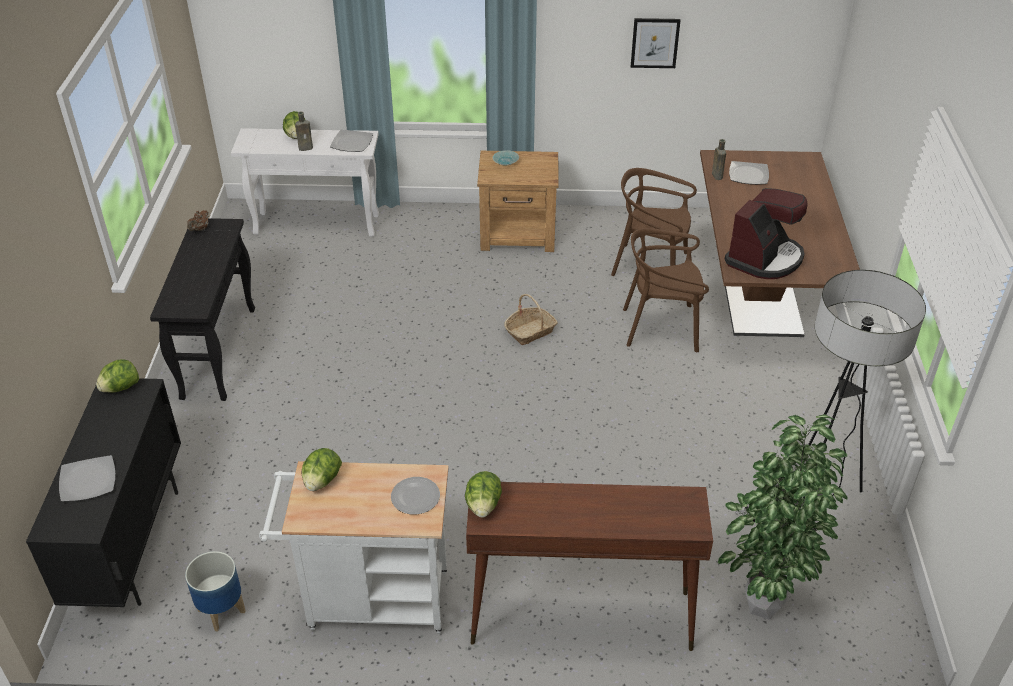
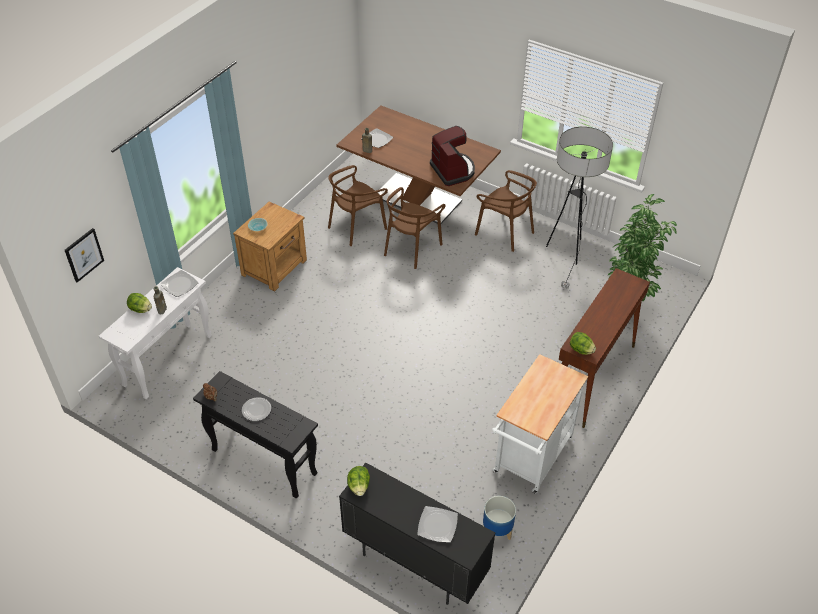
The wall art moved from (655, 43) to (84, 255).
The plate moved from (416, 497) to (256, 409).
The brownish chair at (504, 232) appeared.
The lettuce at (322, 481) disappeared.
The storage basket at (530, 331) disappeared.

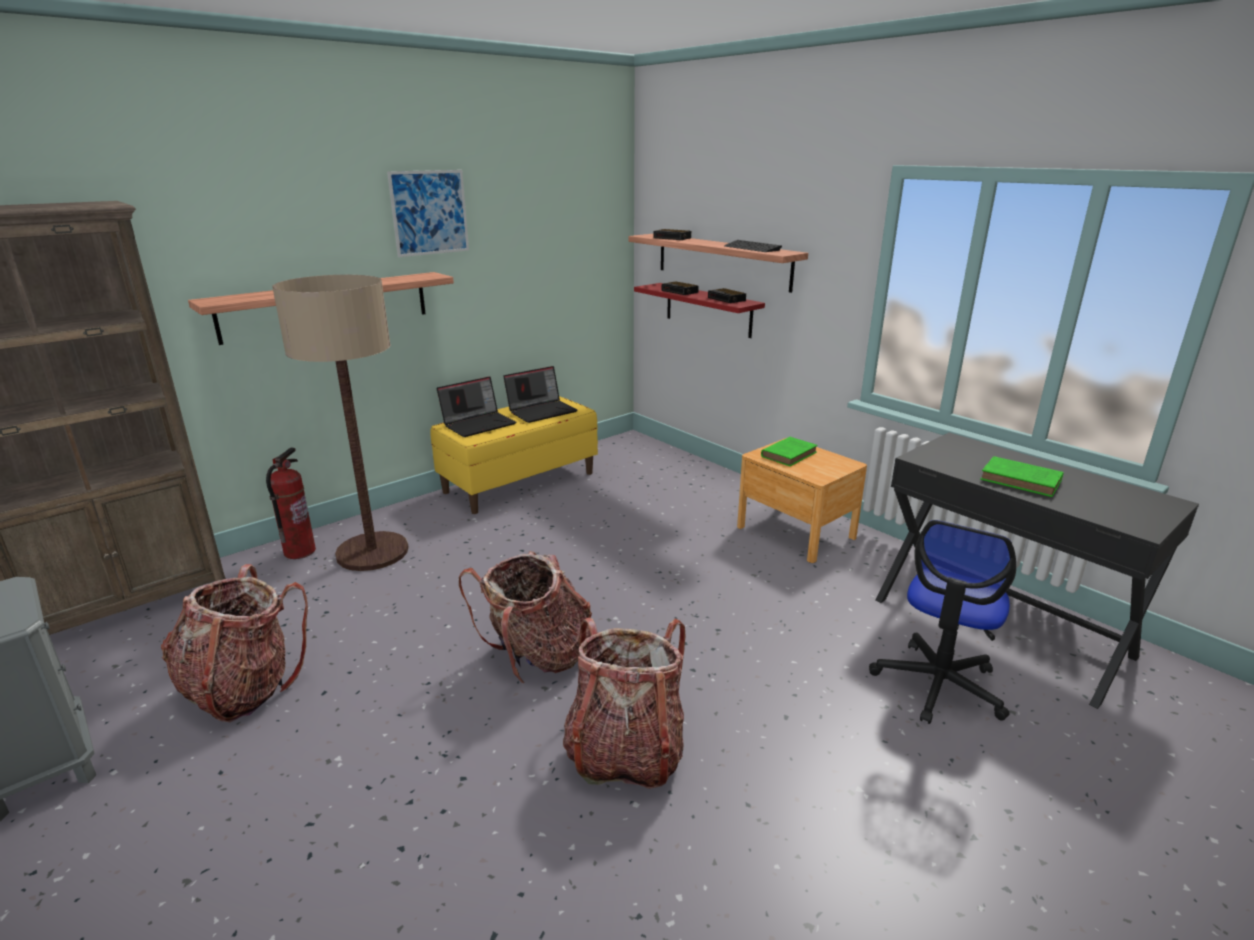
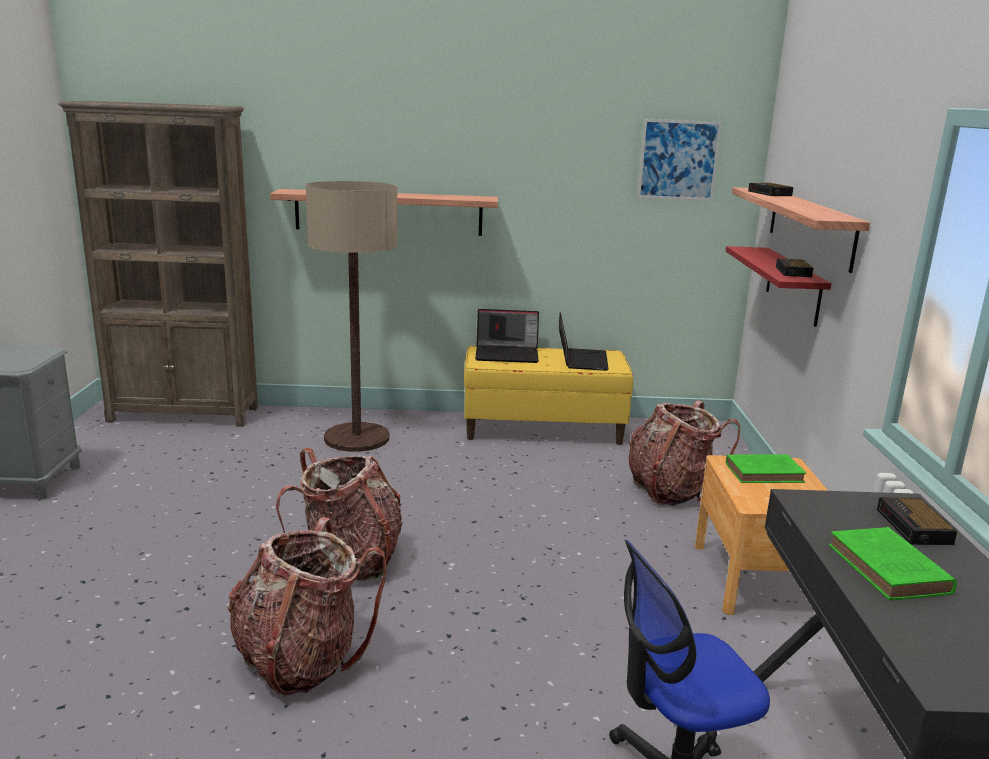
The notebook computer at (542, 411) turned 90 degrees counterclockwise.
The rucksack moved from (243, 688) to (671, 490).
The wall art moved from (429, 213) to (678, 160).
The bedside clock moved from (680, 291) to (914, 527).
The fire-fighting cylinder at (300, 552) disappeared.
The PC keyboard at (752, 248) disappeared.

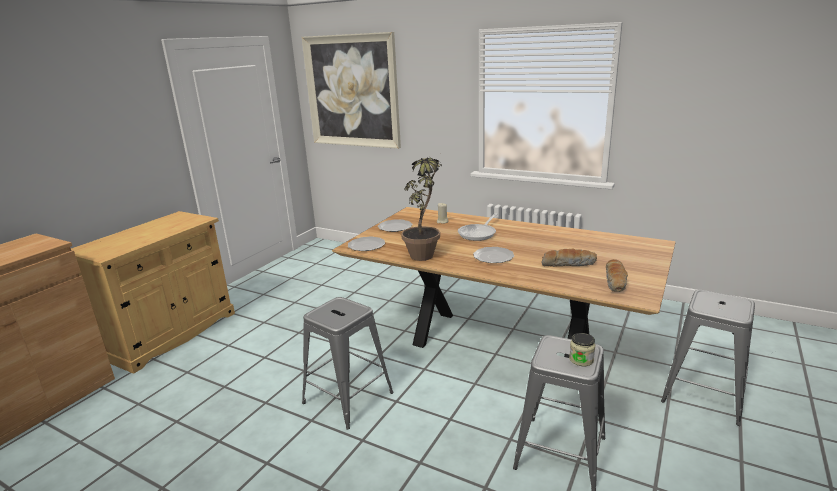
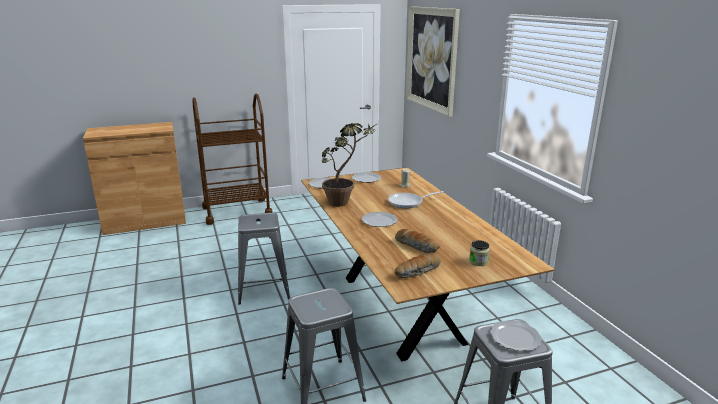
The sand-coloured cupboard at (171, 334) was replaced by the brownish cart at (237, 211).
The jar moved from (581, 359) to (478, 262).
The plate at (516, 337) appeared.

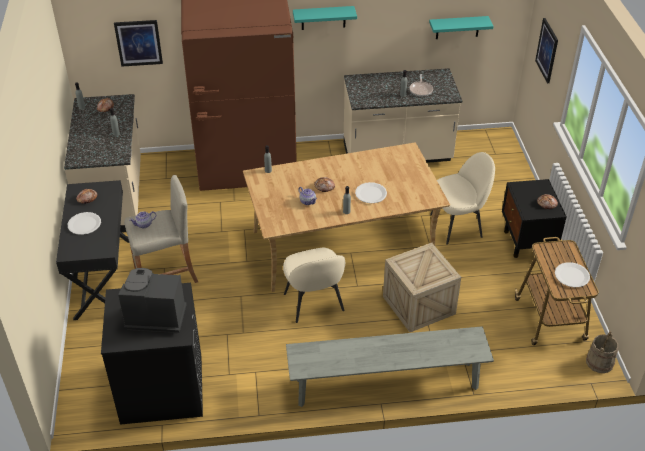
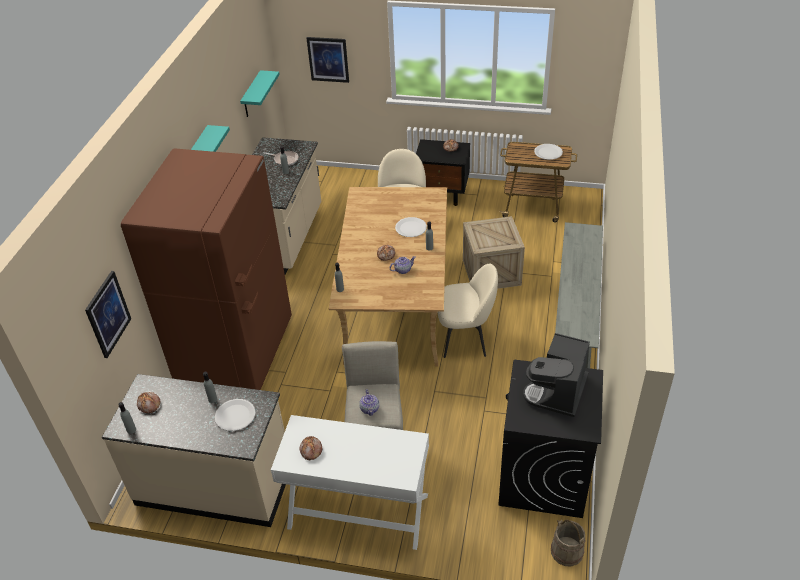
The white plate moved from (84, 224) to (235, 416).
The blackish desk table at (103, 278) became the white desk table at (358, 511).
The sand-coloured water bucket moved from (599, 362) to (566, 551).

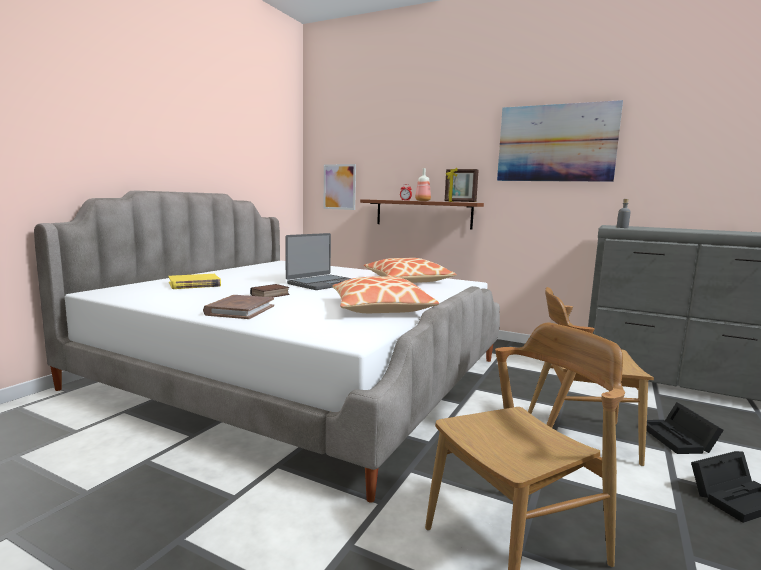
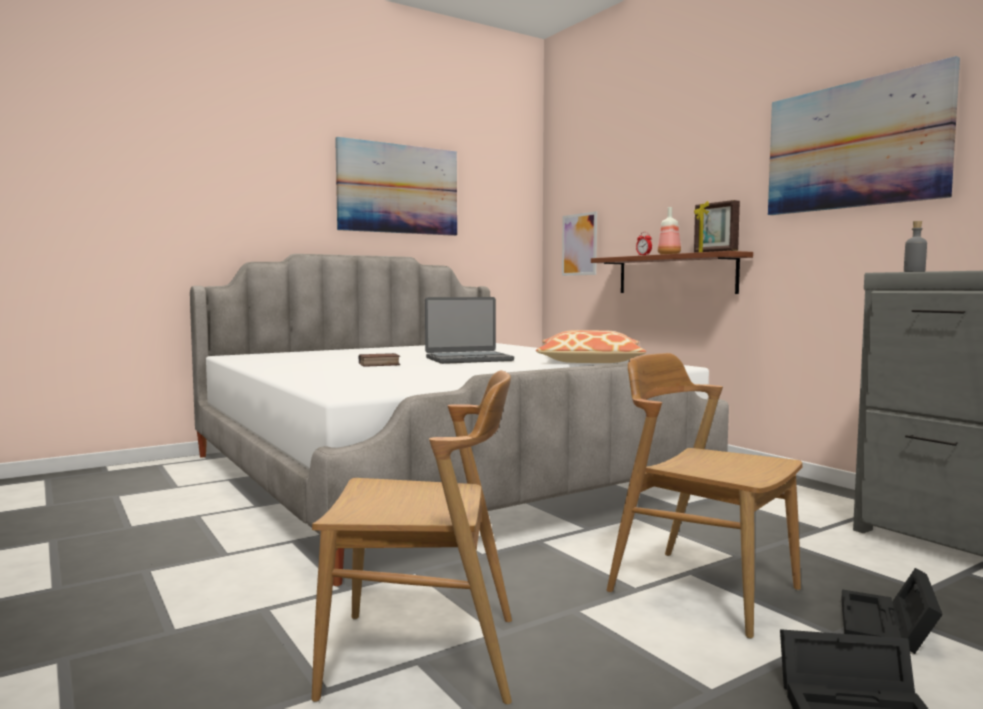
The wall art at (398, 189) appeared.
The yellow-coloured volume at (194, 284) disappeared.
The brownish volume at (240, 310) disappeared.
The cushion at (380, 308) disappeared.

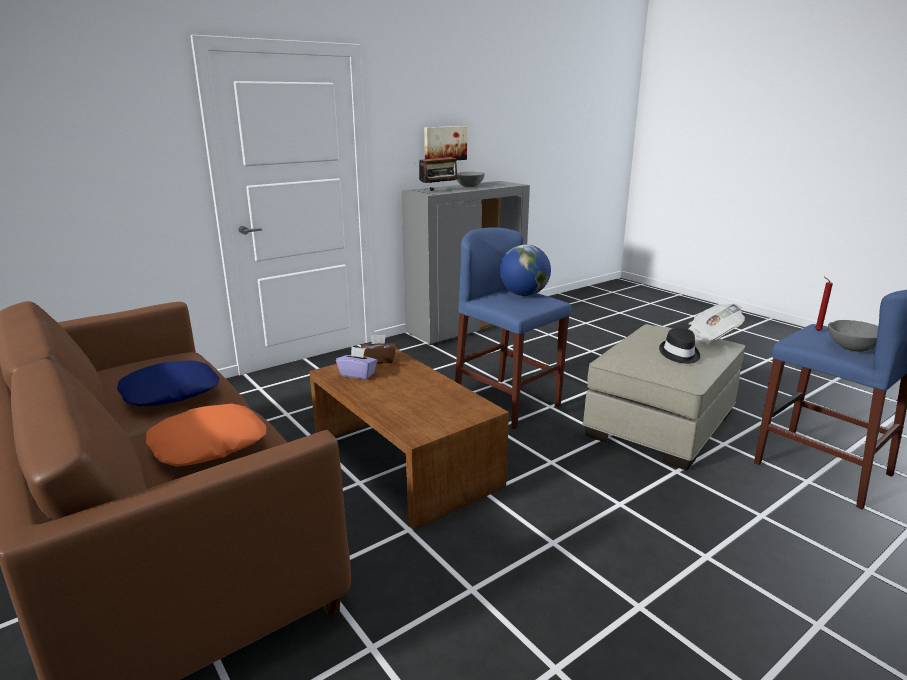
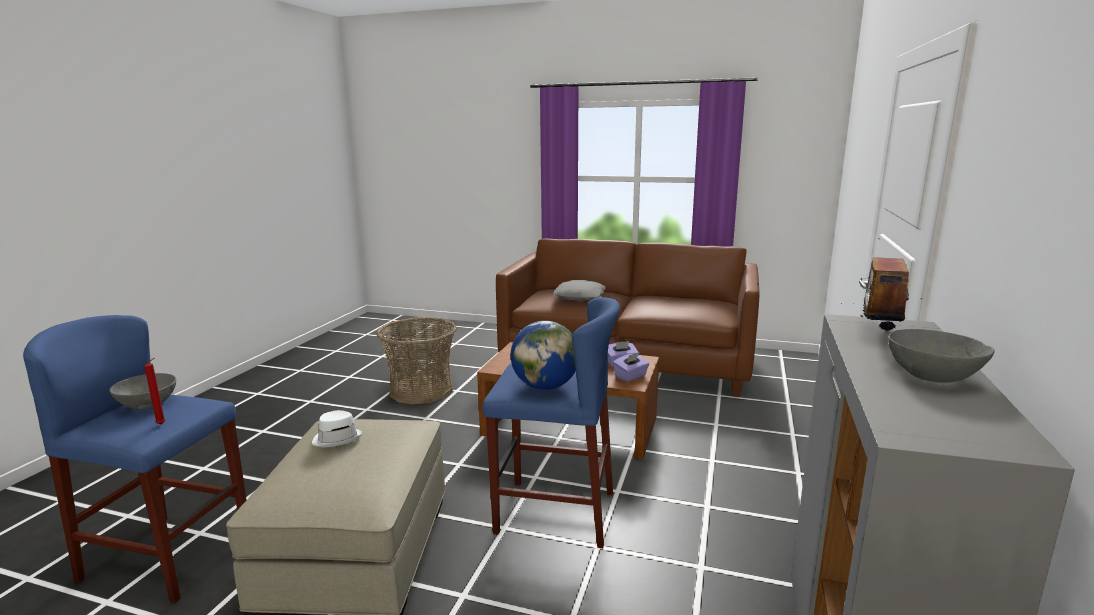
The blackish wearable hat at (679, 354) became the white wearable hat at (337, 438).
The storage basket at (421, 390) appeared.
The orangey cushion at (208, 444) became the gray cushion at (580, 296).
The brownish tissue box at (378, 360) became the purplish tissue box at (631, 376).
The bluish cushion at (170, 392) disappeared.
The wall art at (444, 143) disappeared.
The printed paper at (709, 337) disappeared.

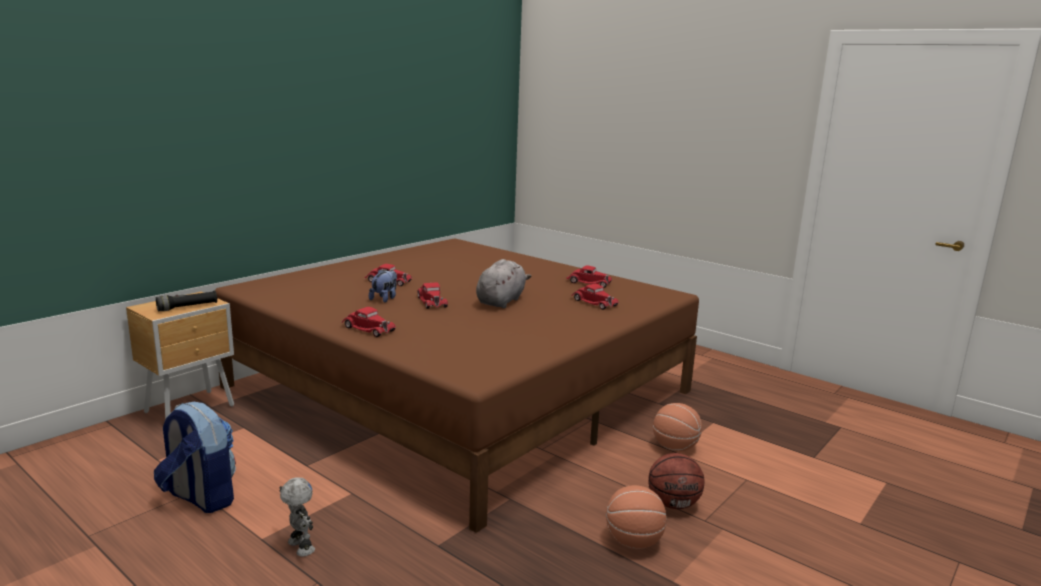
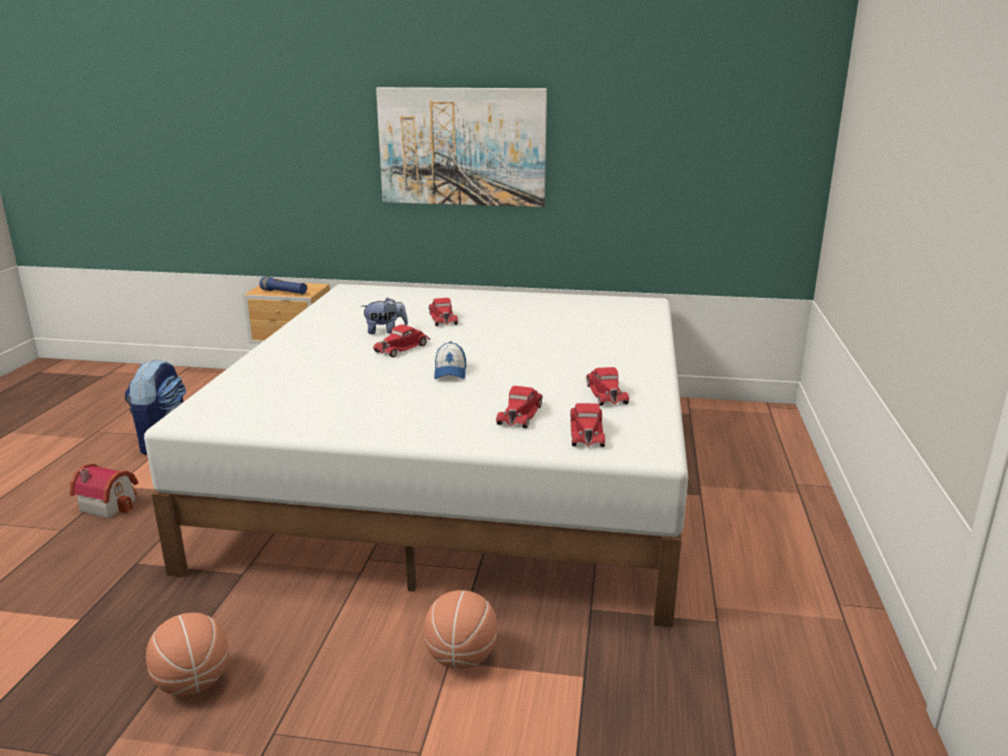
The model robot at (299, 547) was replaced by the toy house at (109, 504).
The brownish bedroom bed at (461, 389) became the white bedroom bed at (465, 469).
The blackish flashlight at (187, 307) became the bluish flashlight at (284, 292).
The wall art at (462, 147) appeared.
The gray cuddly toy at (501, 301) was replaced by the baseball cap at (450, 372).
The reddish miniature car moved from (368, 329) to (586, 432).
The ball for basketball at (673, 504) disappeared.

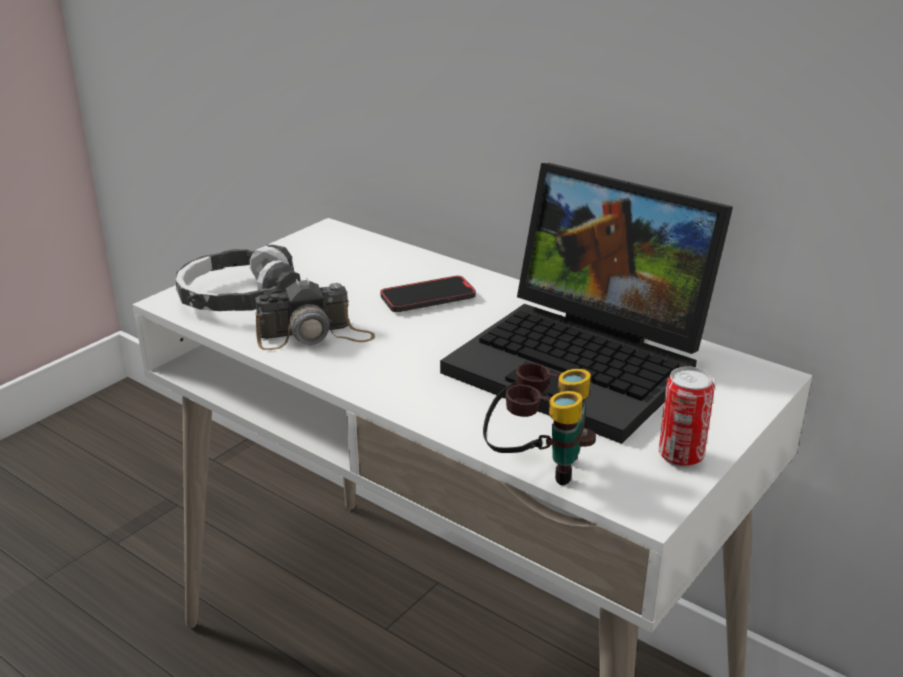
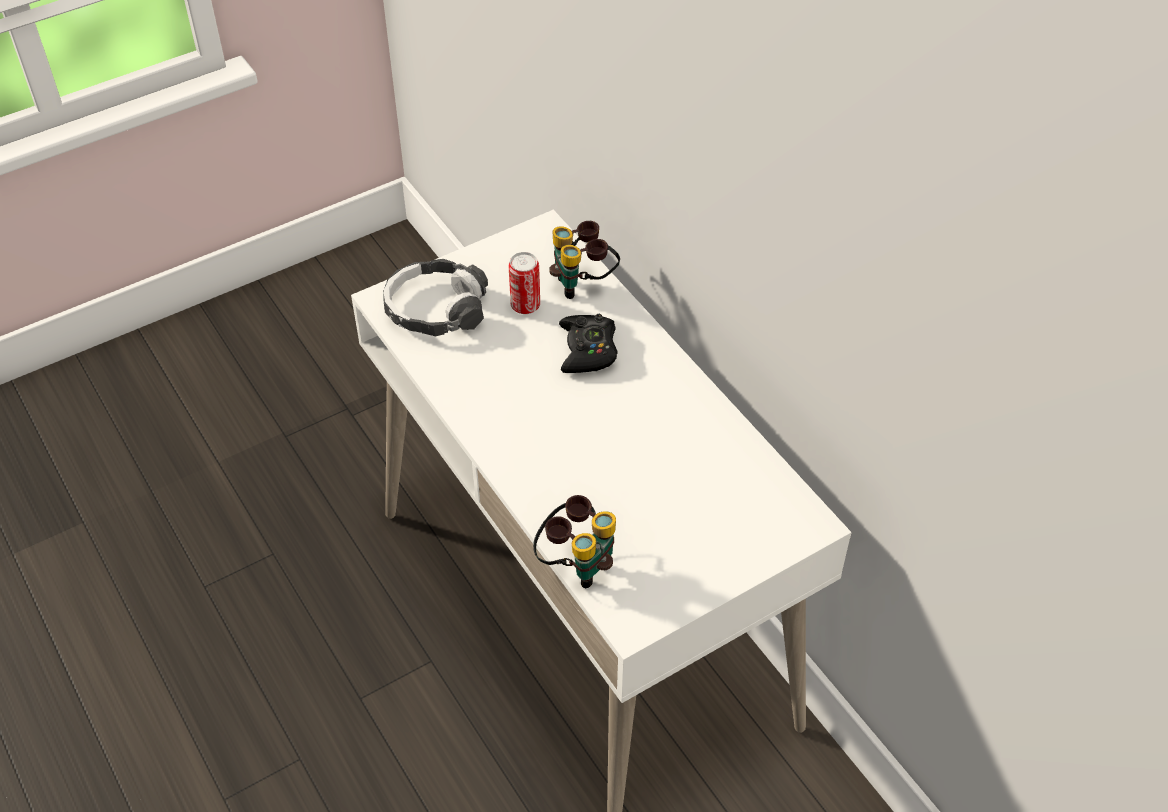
The sealed can moved from (680, 456) to (525, 305).
The field glasses at (584, 284) appeared.
The telephone at (428, 298) was replaced by the blackish joypad at (588, 350).
The photo camera at (315, 335) disappeared.
The notebook computer at (586, 364) disappeared.

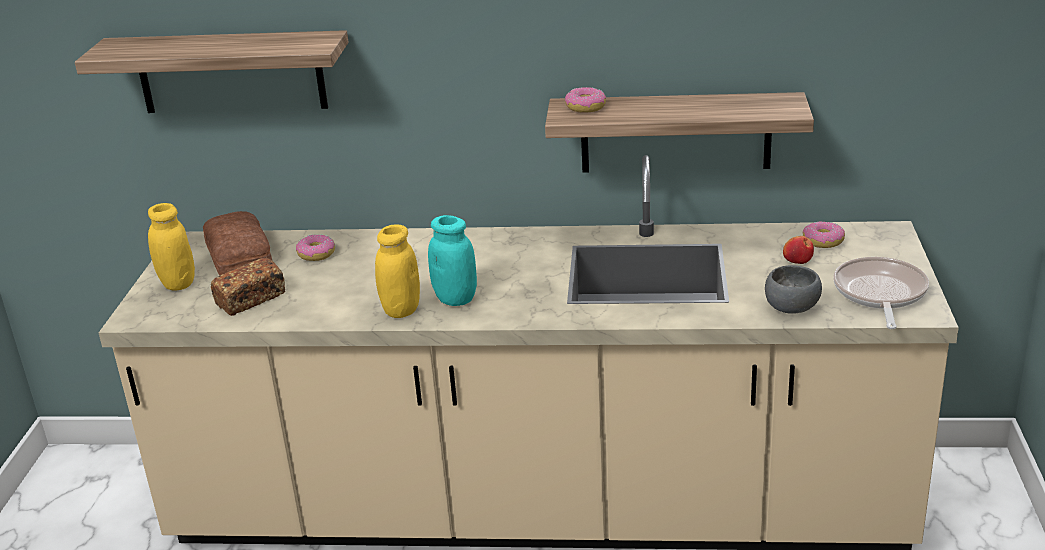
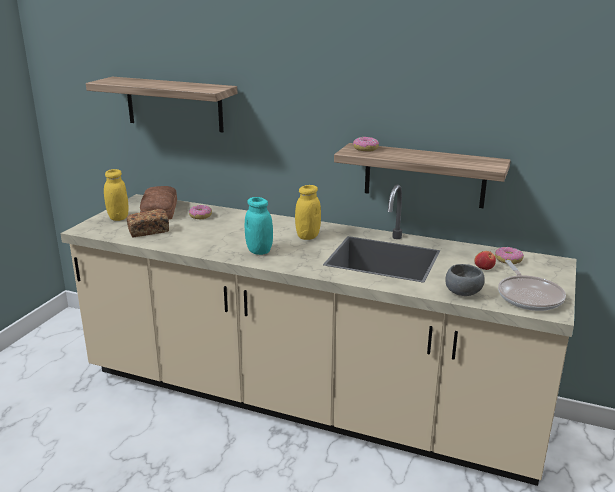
The yellow-coloured jar moved from (401, 310) to (307, 236).
The skillet at (879, 294) turned 150 degrees clockwise.

